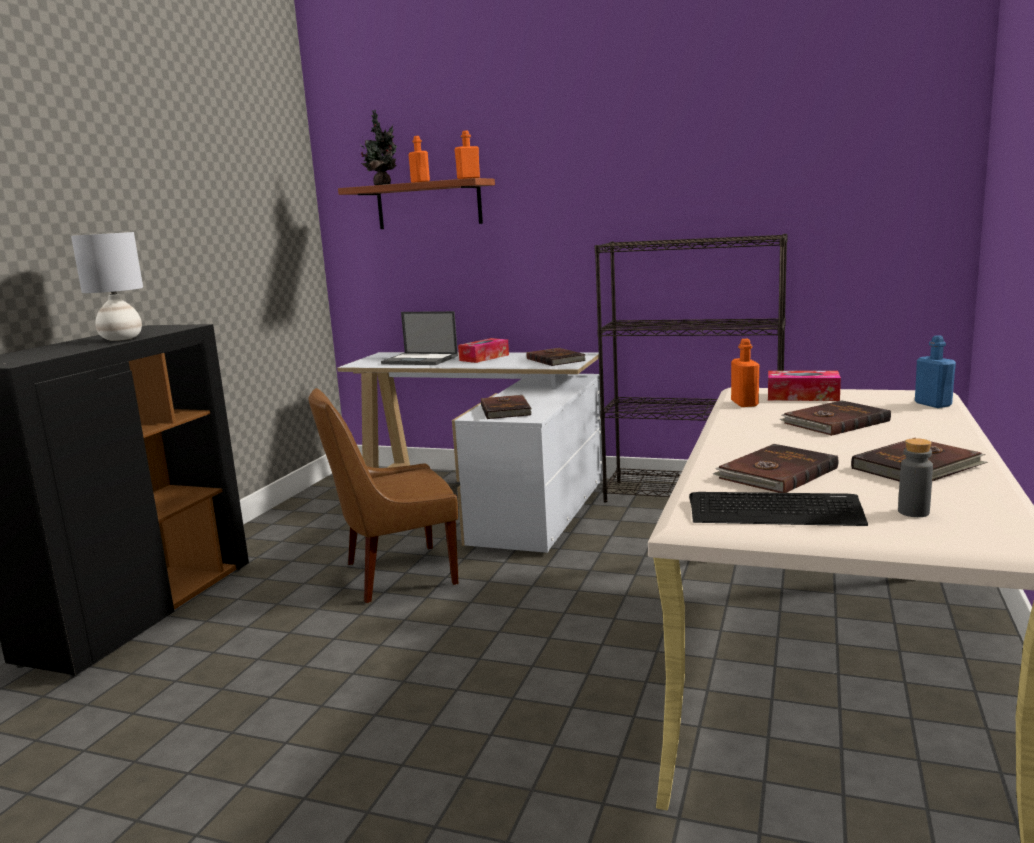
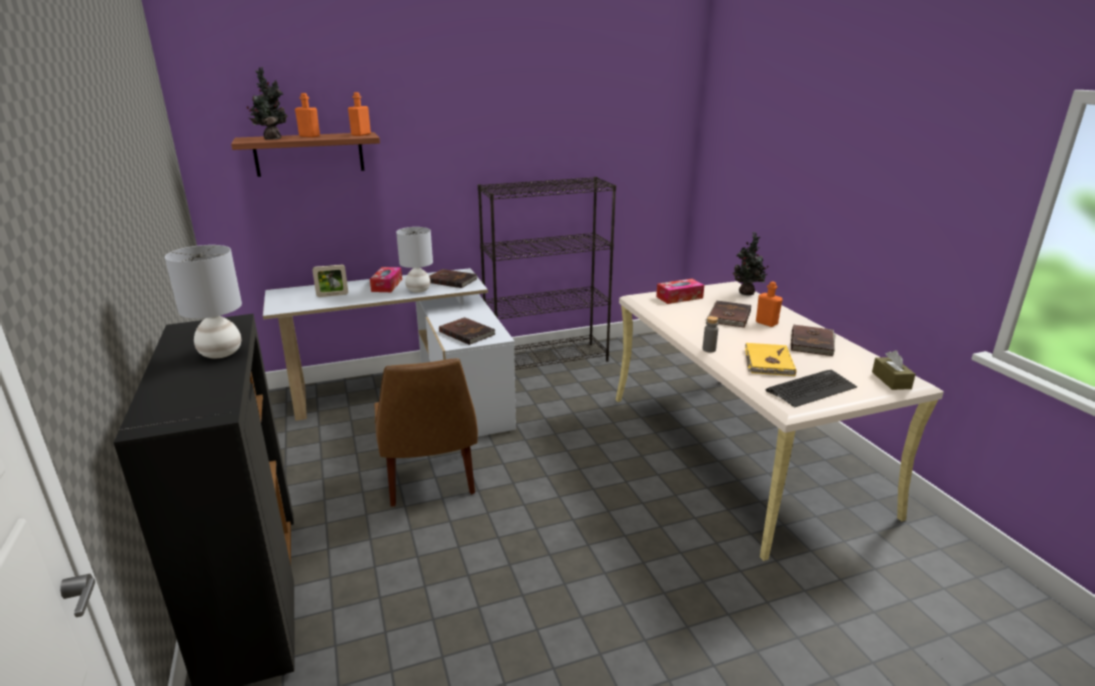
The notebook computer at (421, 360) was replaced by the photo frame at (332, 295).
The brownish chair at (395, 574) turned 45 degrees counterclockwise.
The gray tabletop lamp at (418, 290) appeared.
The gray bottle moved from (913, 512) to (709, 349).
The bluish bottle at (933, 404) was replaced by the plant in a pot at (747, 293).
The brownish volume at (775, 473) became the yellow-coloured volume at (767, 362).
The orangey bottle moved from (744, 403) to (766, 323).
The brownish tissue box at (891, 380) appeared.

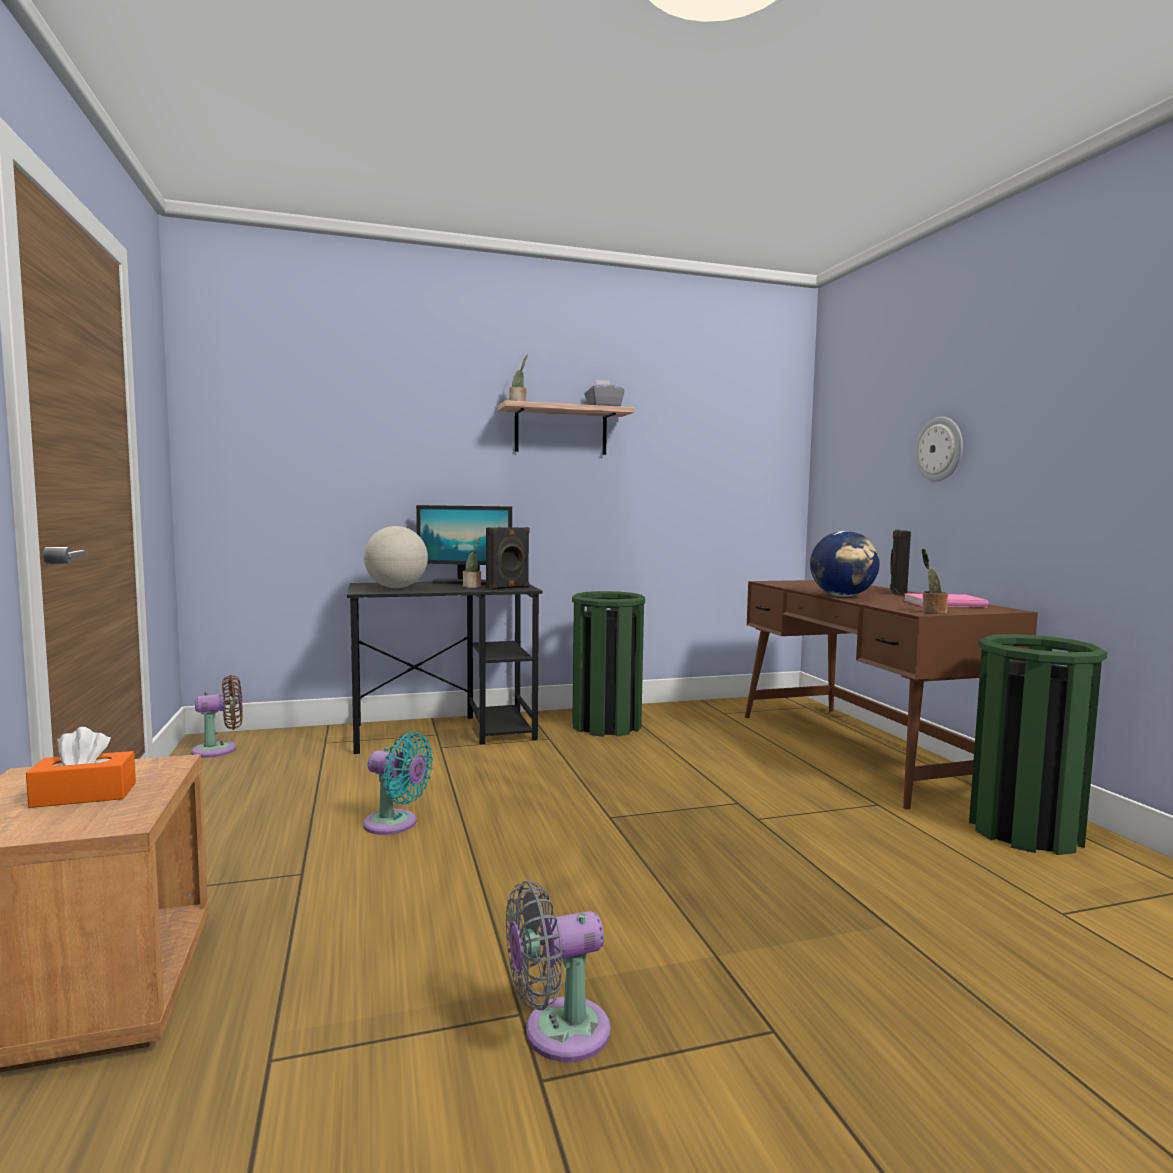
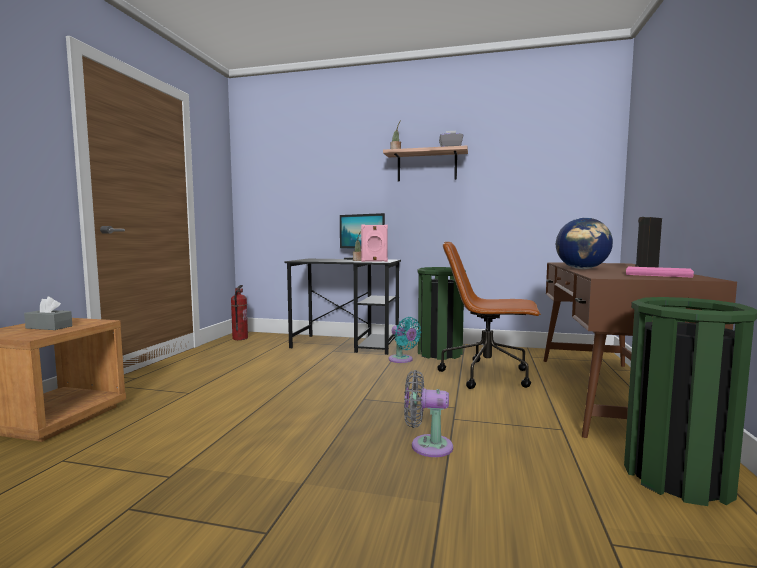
The orangey tissue box at (84, 795) became the gray tissue box at (49, 327).
The brownish cooling fan at (220, 750) was replaced by the fire-fighting cylinder at (240, 338).
The blackish audio speaker at (508, 588) became the pink-coloured audio speaker at (374, 261).
The turquoise-coloured cooling fan moved from (395, 824) to (402, 360).
The gray cooling fan moved from (557, 1032) to (427, 446).
The brownish desk chair at (488, 375) appeared.
The world globe at (396, 588) disappeared.
The clock on the wall at (940, 449) disappeared.
The plant in a pot at (932, 612) disappeared.

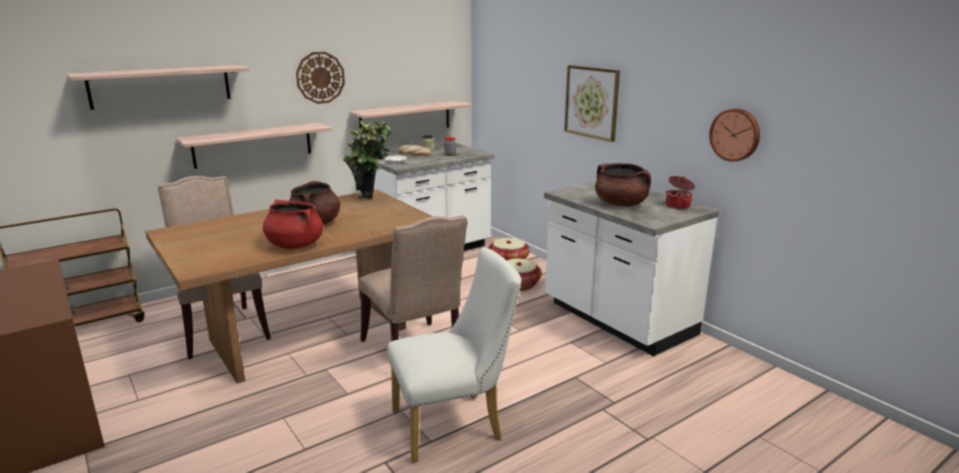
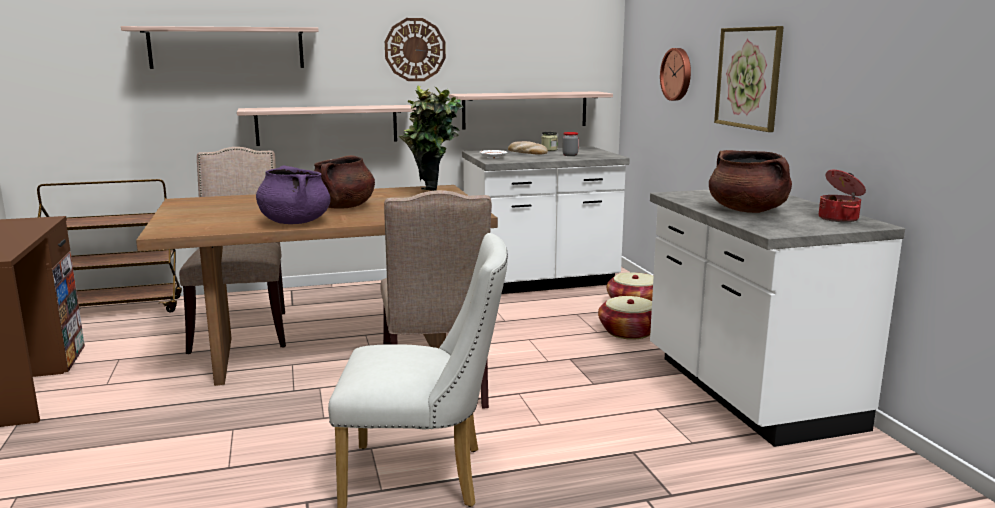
The reddish saucepot at (294, 245) became the purplish saucepot at (295, 222).
The clock on the wall moved from (735, 134) to (677, 74).

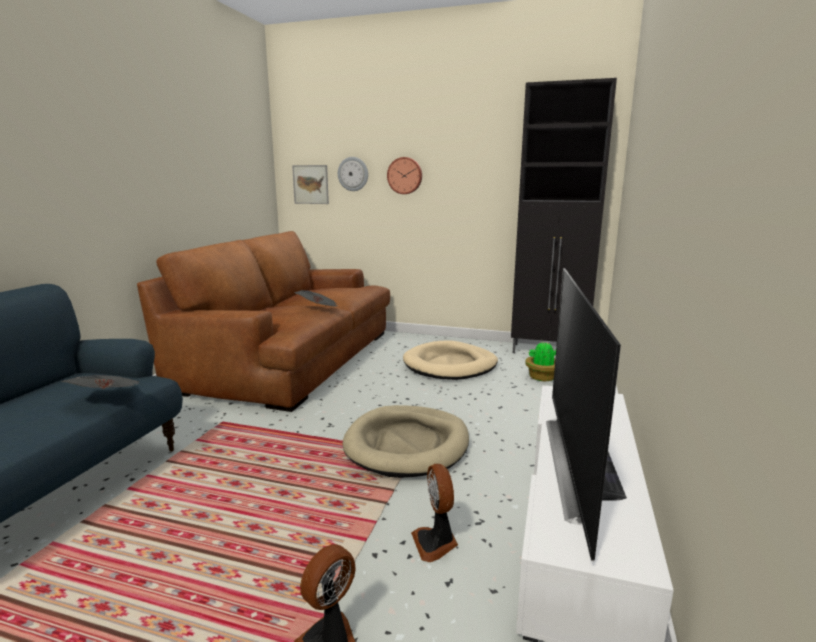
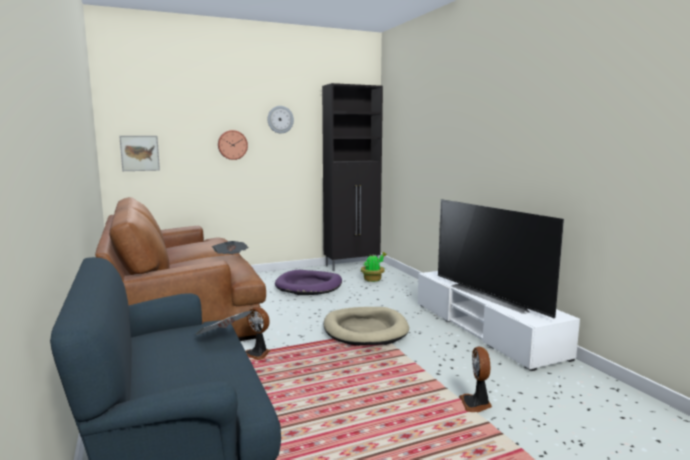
The cooling fan moved from (436, 543) to (258, 354).
The clock on the wall moved from (353, 174) to (280, 119).
The sand-coloured dog bed at (450, 365) became the purplish dog bed at (309, 286).

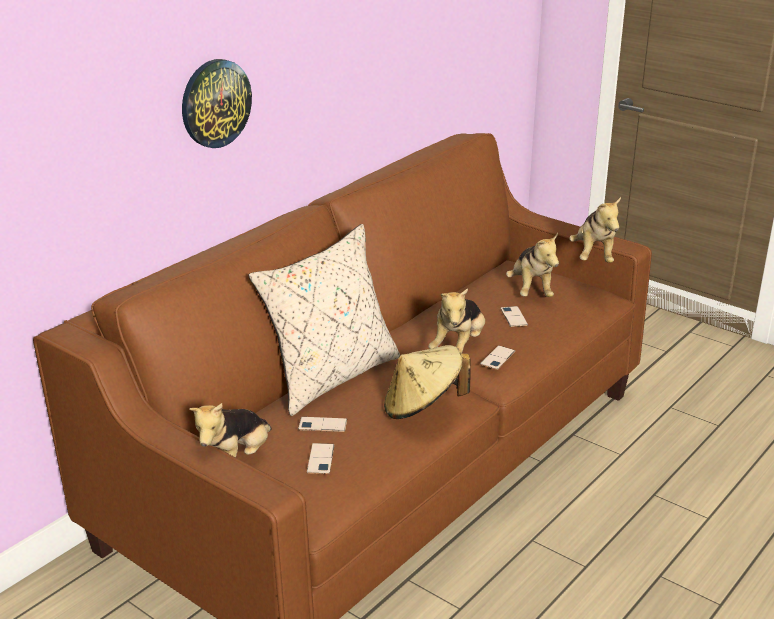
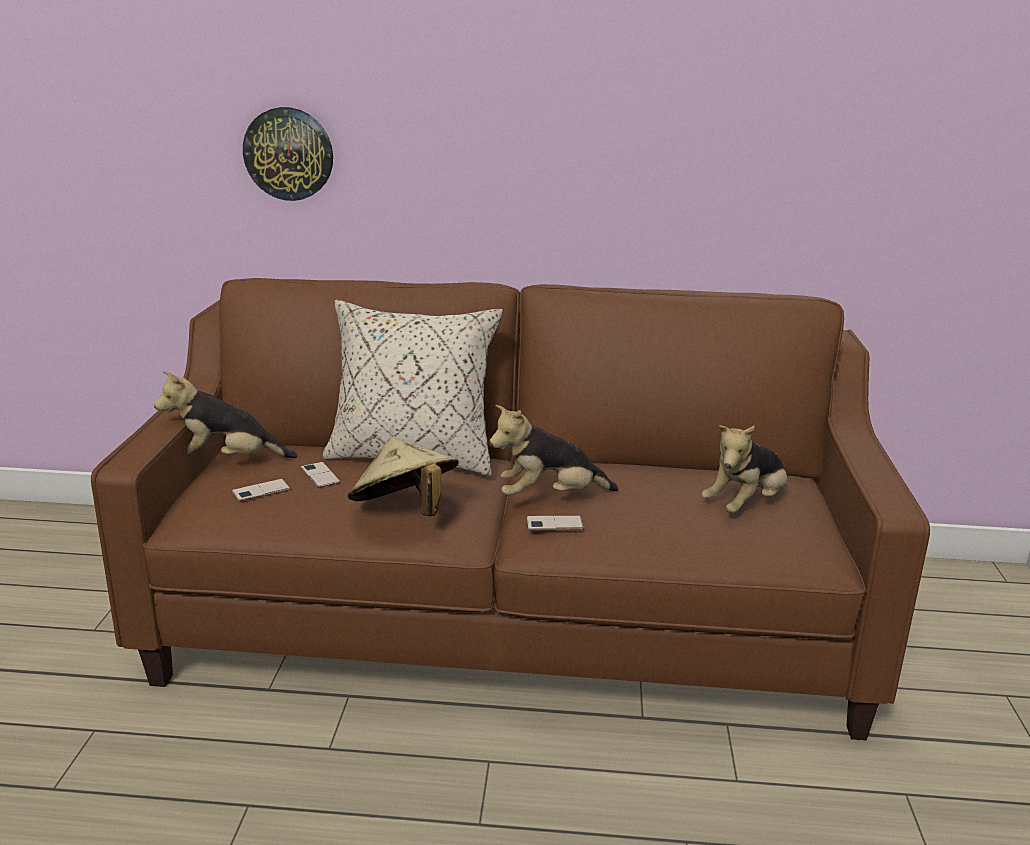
The clock on the wall moved from (215, 103) to (289, 154).
The telephone at (513, 317) disappeared.
The cuddly toy at (593, 256) disappeared.

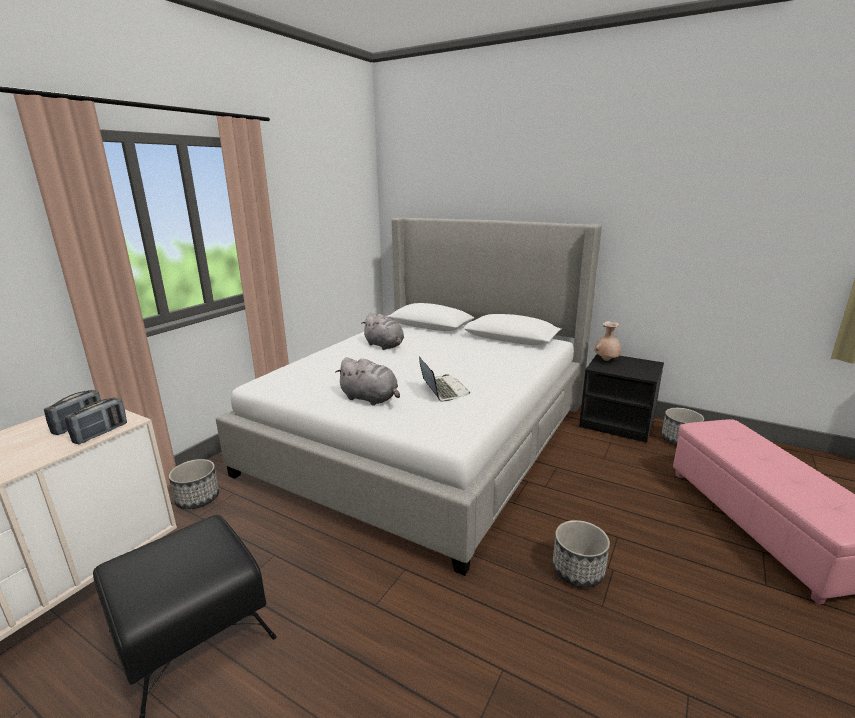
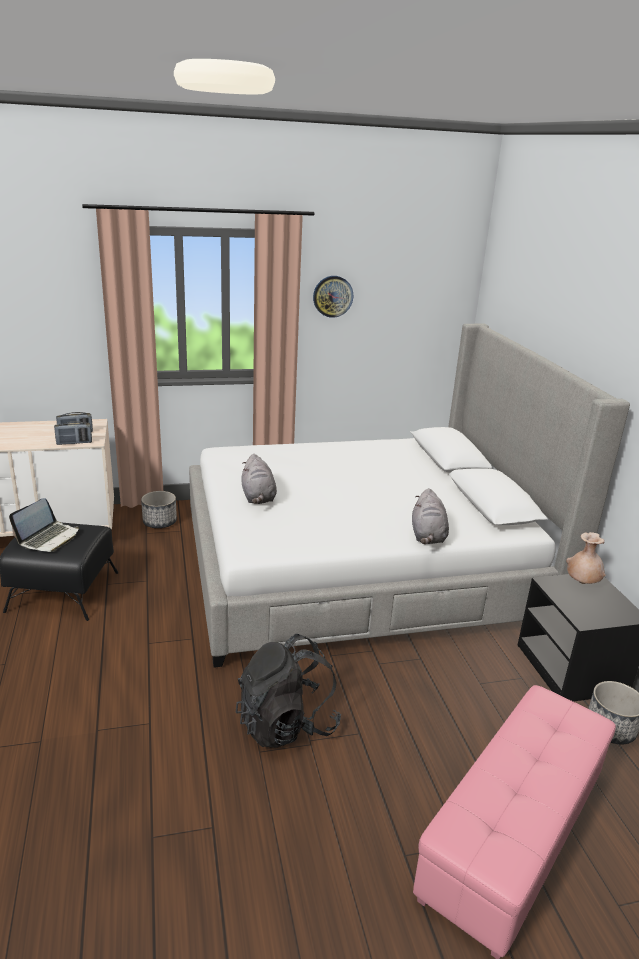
The notebook computer moved from (443, 390) to (49, 538).
The planter at (578, 570) was replaced by the blackish rucksack at (286, 724).
The clock on the wall at (333, 296) appeared.
The gray cuddly toy moved from (385, 346) to (428, 536).

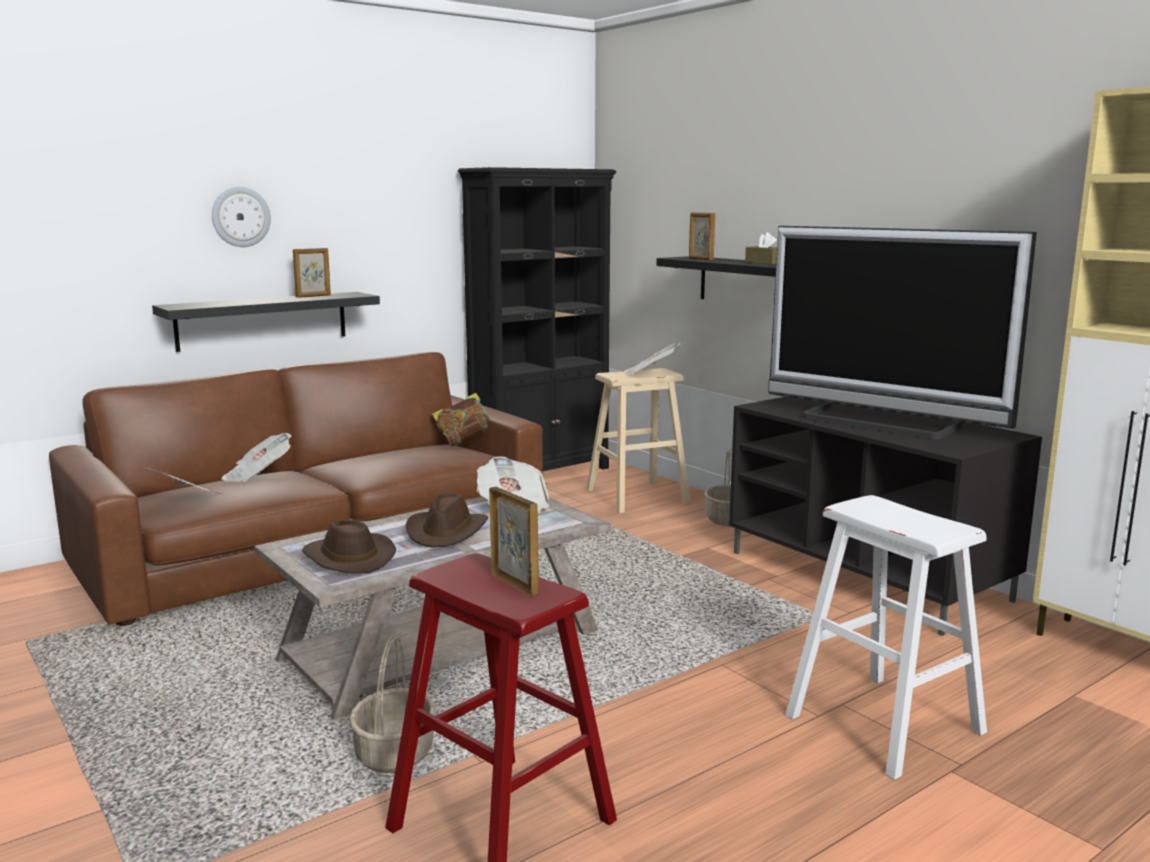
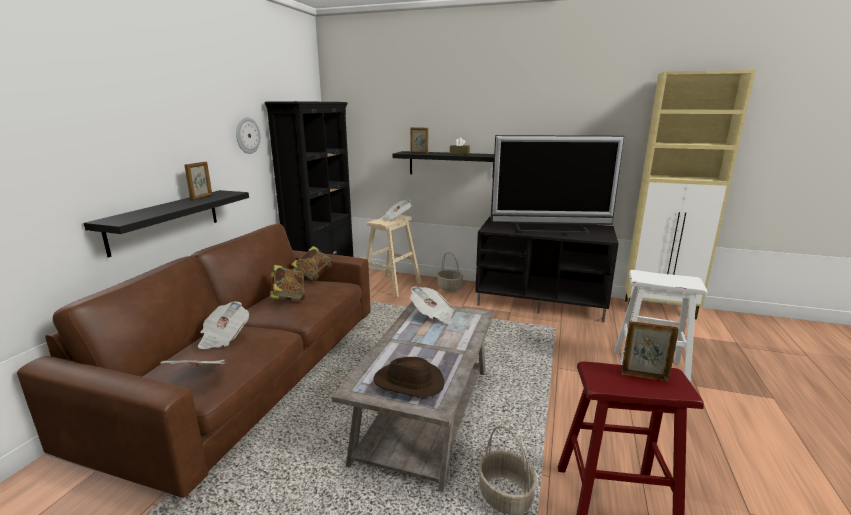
The clock on the wall moved from (240, 217) to (247, 135).
The volume at (288, 298) appeared.
The brownish wearable hat at (447, 532) disappeared.

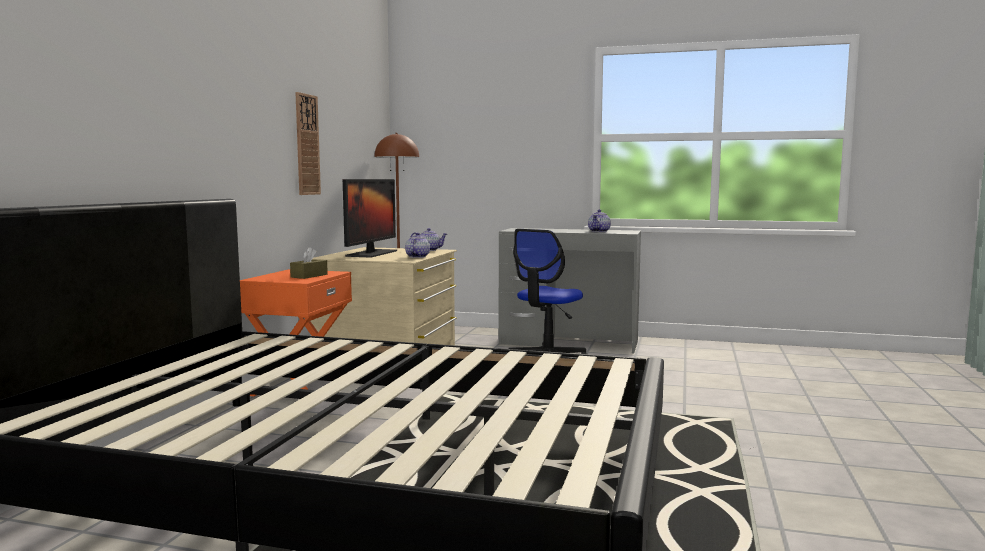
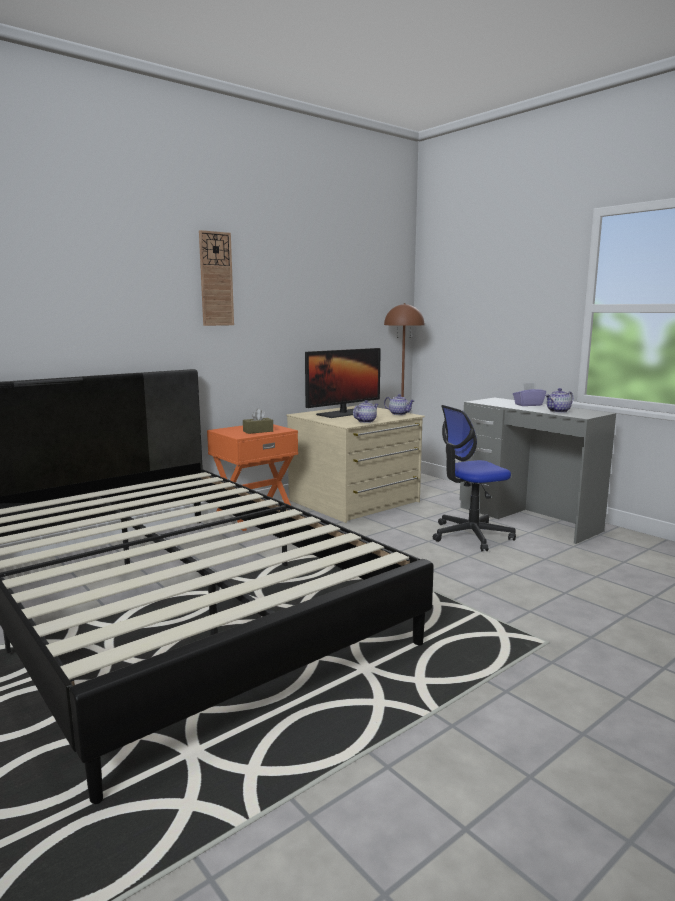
The clock on the wall moved from (307, 145) to (216, 279).
The purplish tissue box at (528, 405) appeared.

